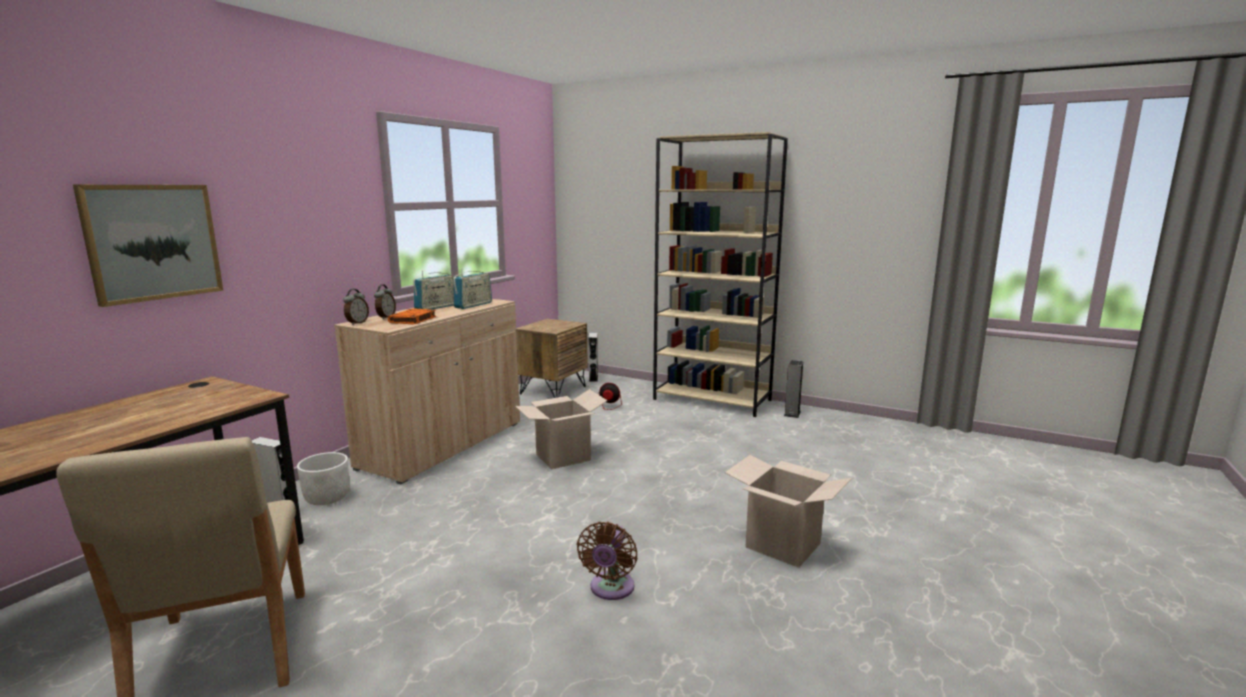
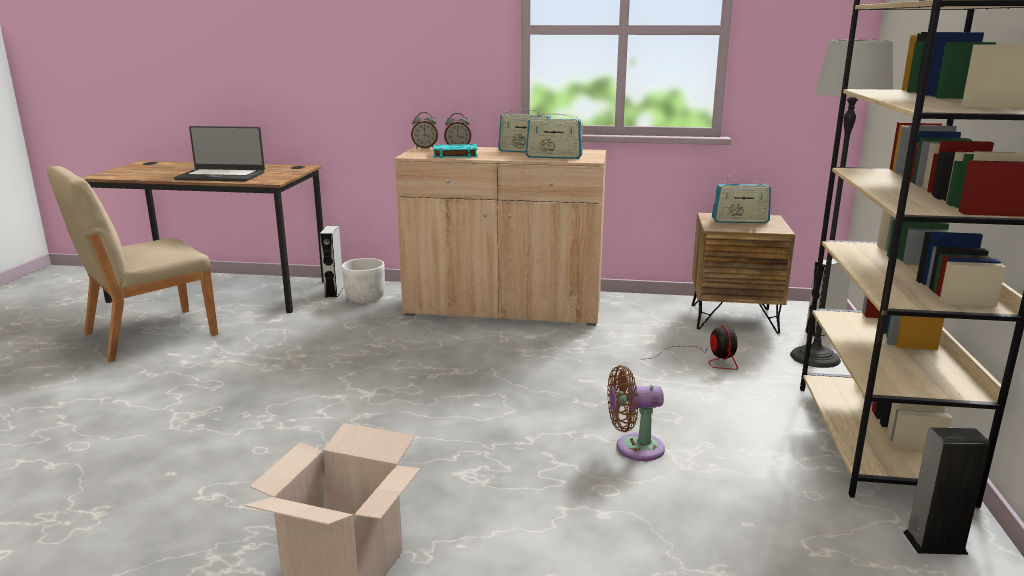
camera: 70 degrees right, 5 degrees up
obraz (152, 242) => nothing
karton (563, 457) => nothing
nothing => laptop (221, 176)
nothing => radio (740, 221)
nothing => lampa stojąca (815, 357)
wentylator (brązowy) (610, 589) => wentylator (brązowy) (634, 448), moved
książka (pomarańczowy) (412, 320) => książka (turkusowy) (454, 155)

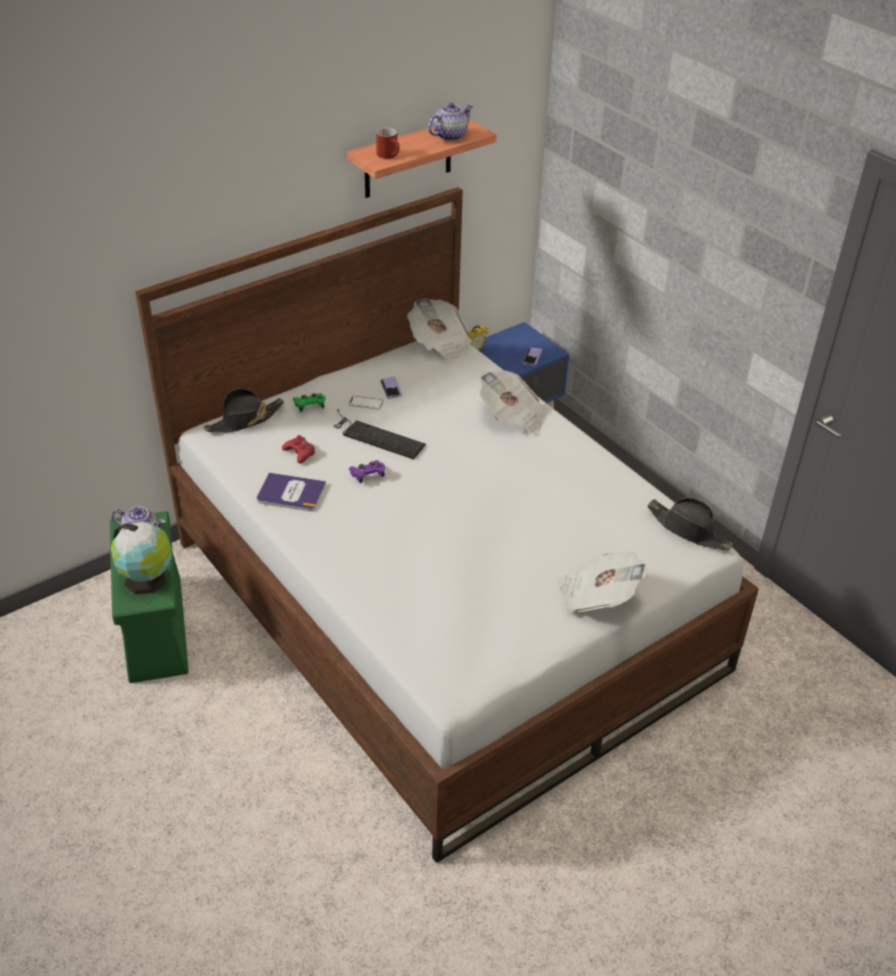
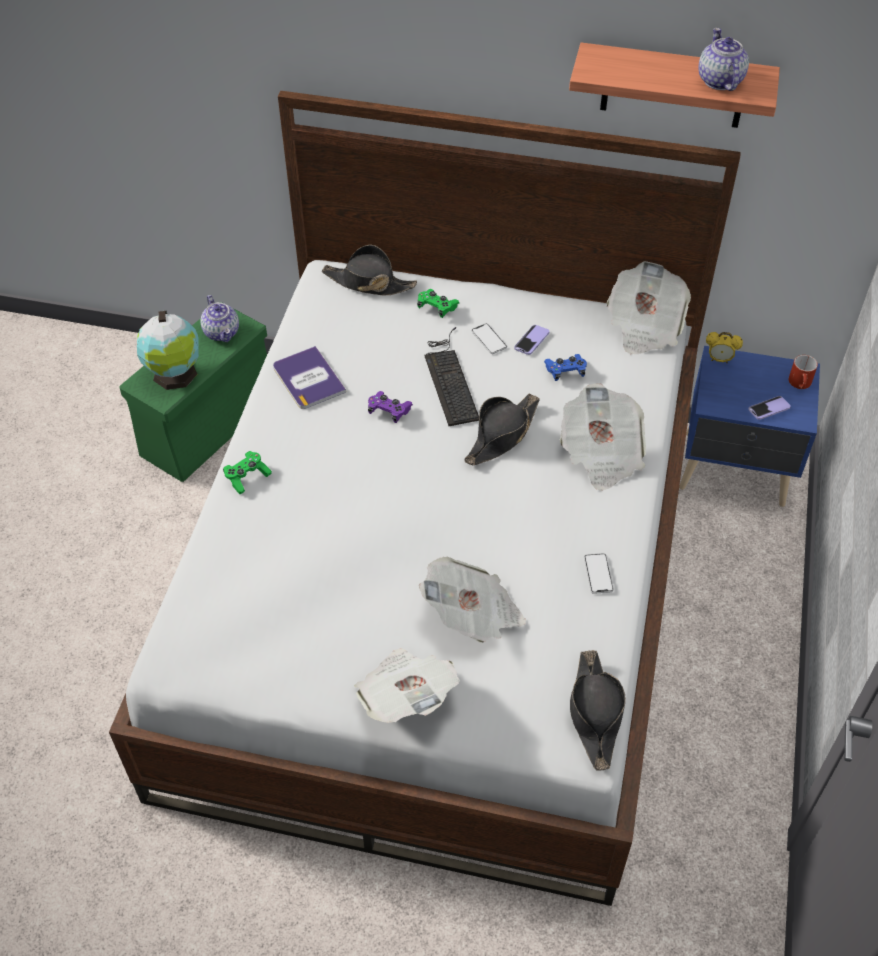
camera: 50 degrees right, 10 degrees up
pad do gier (czerwony) (300, 453) => nothing
nothing => pad do gier (zielony) (247, 477)
nothing => gazeta (473, 615)
nothing => kapelusz (czarny) (502, 435)
nothing => pad do gier (niebieski) (565, 372)
nothing => telefon (598, 574)
kubek (czerwony) (390, 155) => kubek (czerwony) (801, 384), moved
imbryk (450, 135) => imbryk (719, 80), 105 degrees counterclockwise

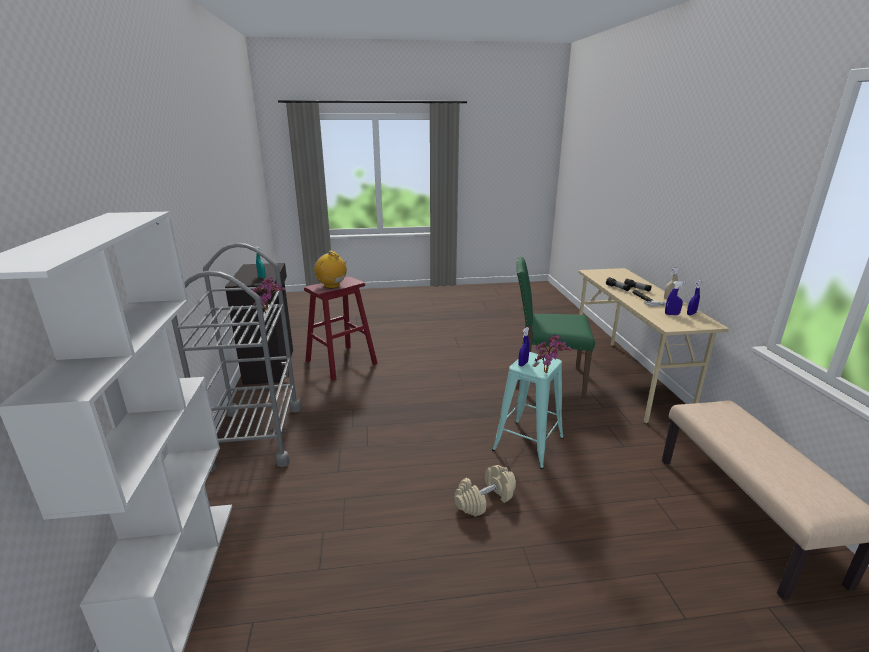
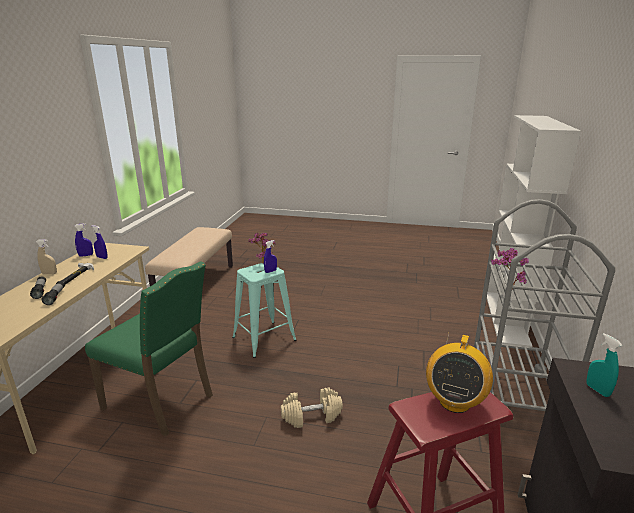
camera: 160 degrees left, 0 degrees up
hantel (beżowy) (485, 499) => hantel (beżowy) (311, 416), moved
radio (332, 286) => radio (454, 402), 60 degrees clockwise

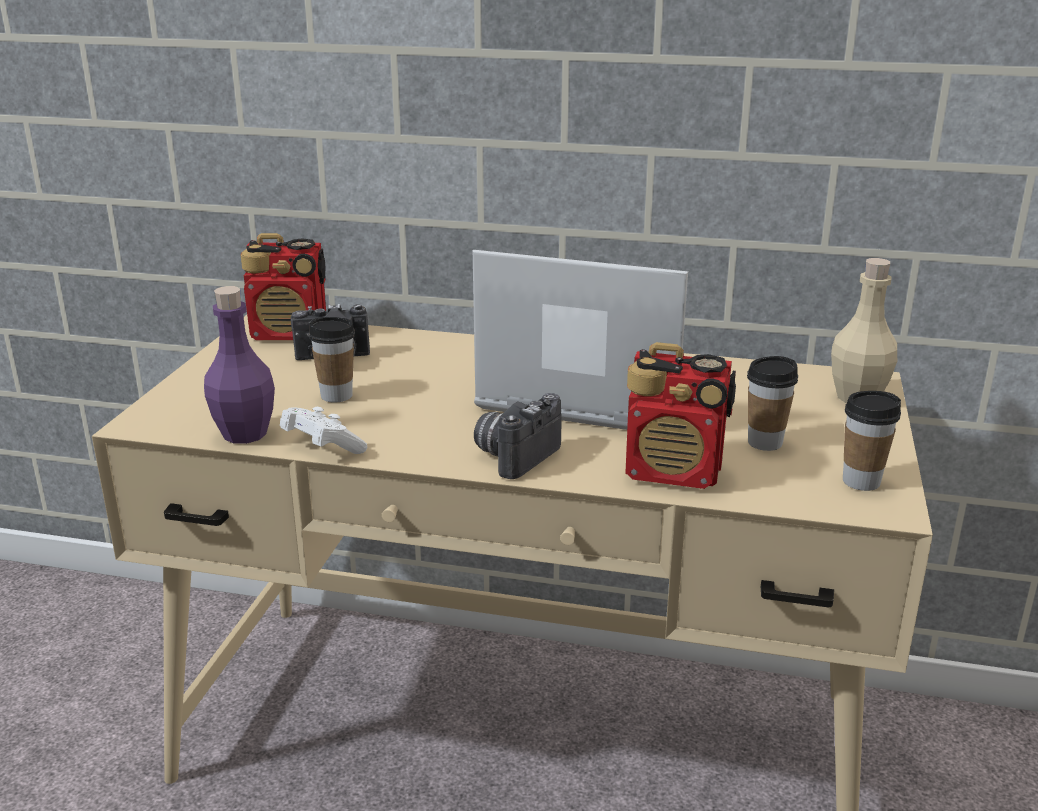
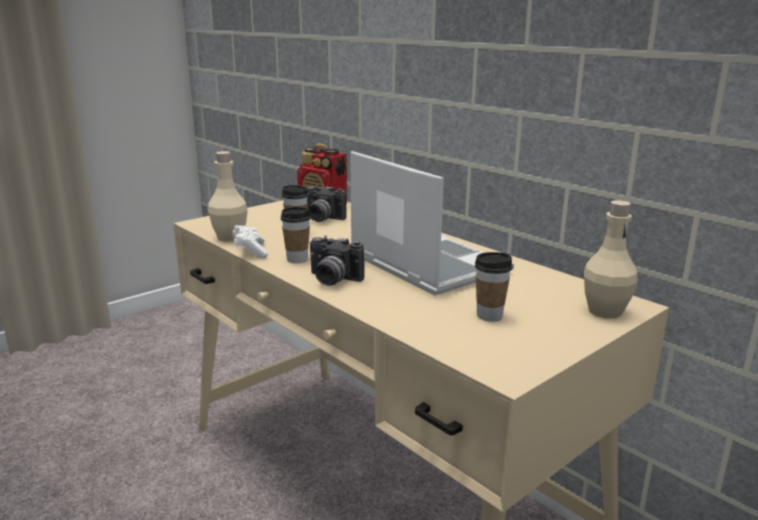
camera: 35 degrees right, 5 degrees down
radio (674, 473) => nothing
filiżanka (861, 481) => filiżanka (297, 259), moved
butelka (fioletowy) (245, 434) => butelka (beżowy) (229, 237)
aparat fotograficzny (515, 455) => aparat fotograficzny (332, 280), 135 degrees counterclockwise

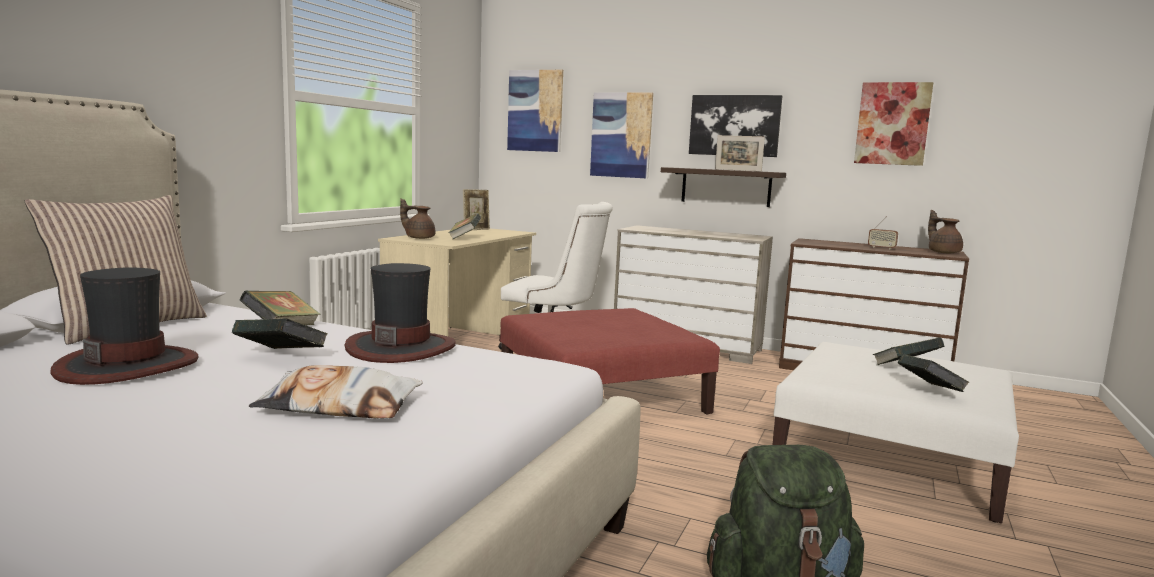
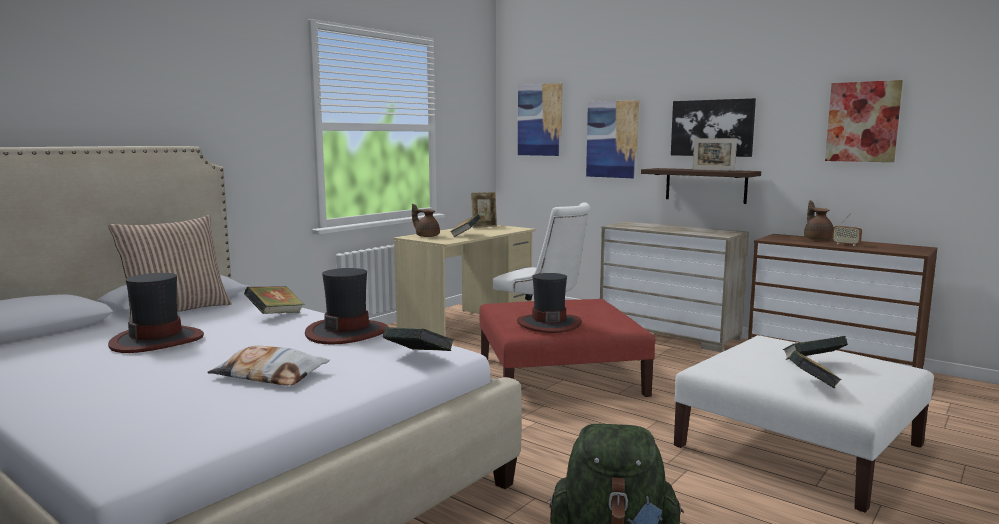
camera: 15 degrees right, 0 degrees up
nothing => kapelusz (548, 324)
książka (281, 358) => książka (418, 358), moved
imbryk (brązowy) (943, 252) => imbryk (brązowy) (817, 239), moved

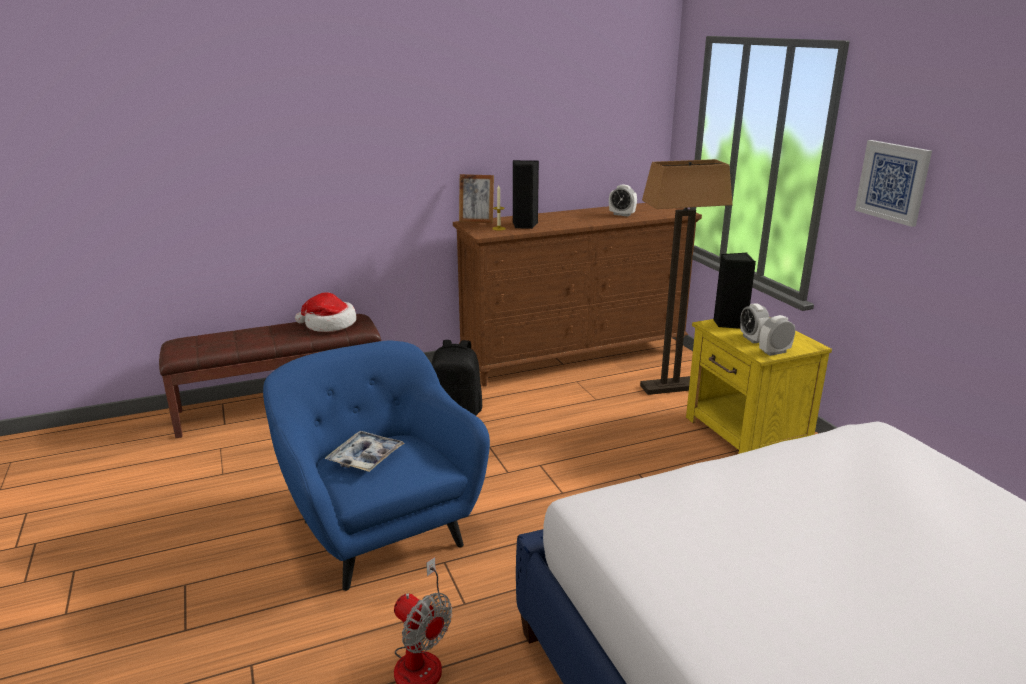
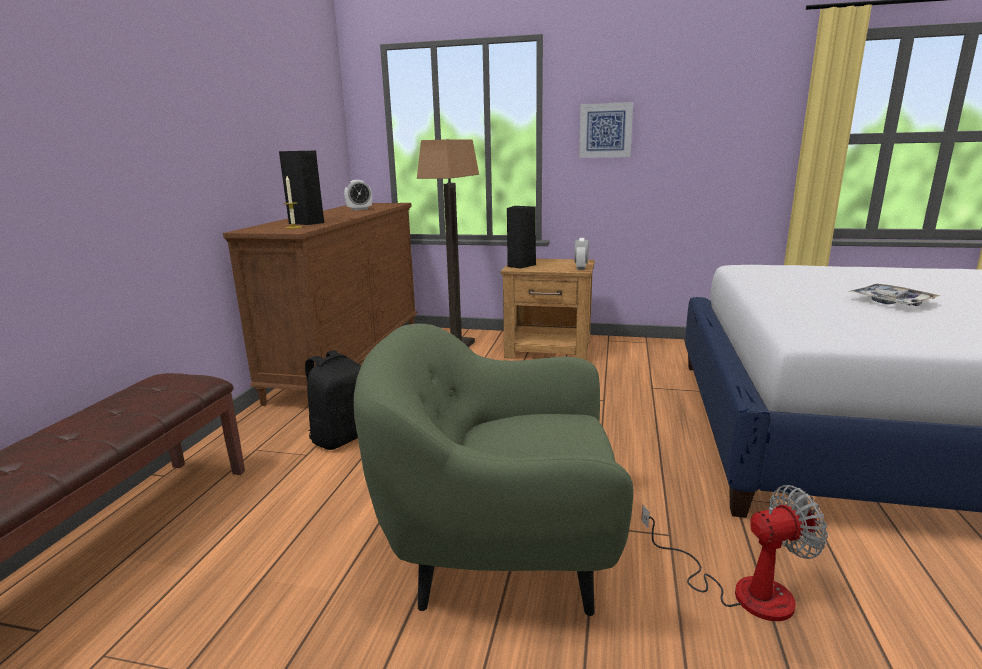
camera: 55 degrees left, 5 degrees down
kapelusz (329, 325) => nothing
ramka na zdjęcie (476, 221) => nothing
budzik (752, 339) => nothing
taca (365, 457) => taca (891, 302), moved
fotel (niebieski) (380, 529) => fotel (zielony) (499, 551)
szafka nocna (żółty) (746, 433) => szafka nocna (brązowy) (549, 349)

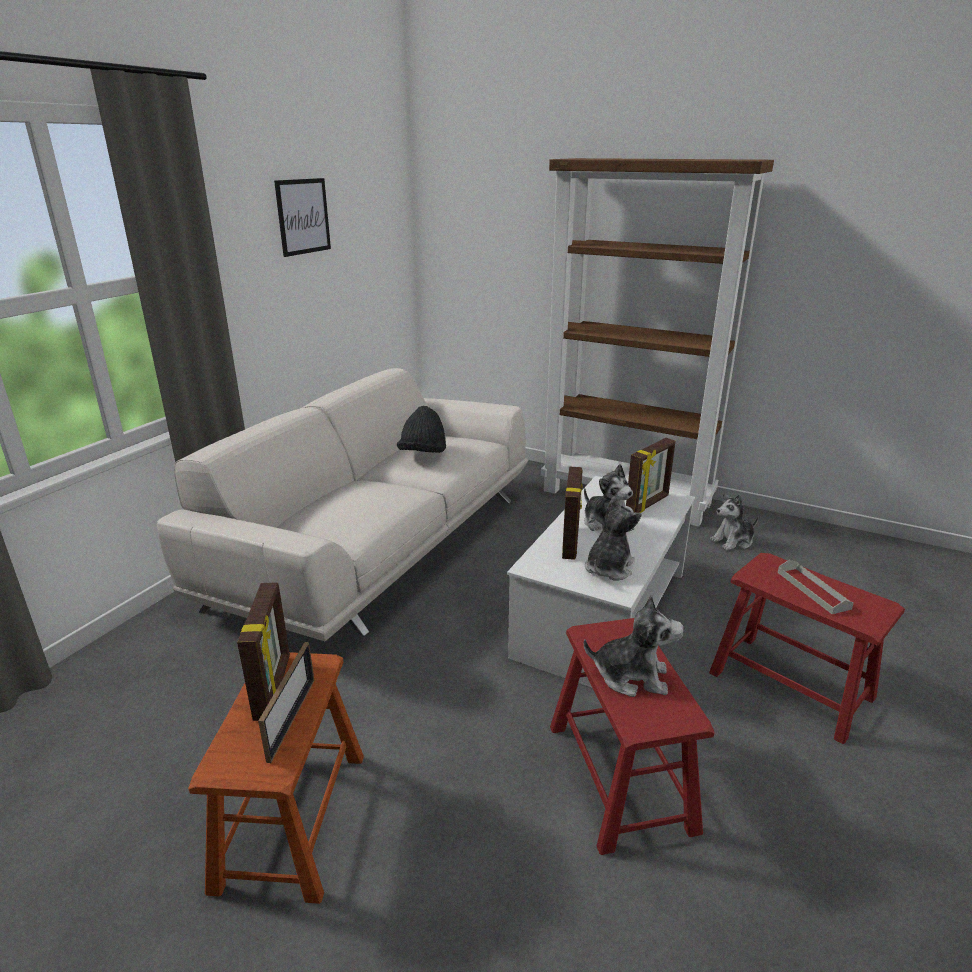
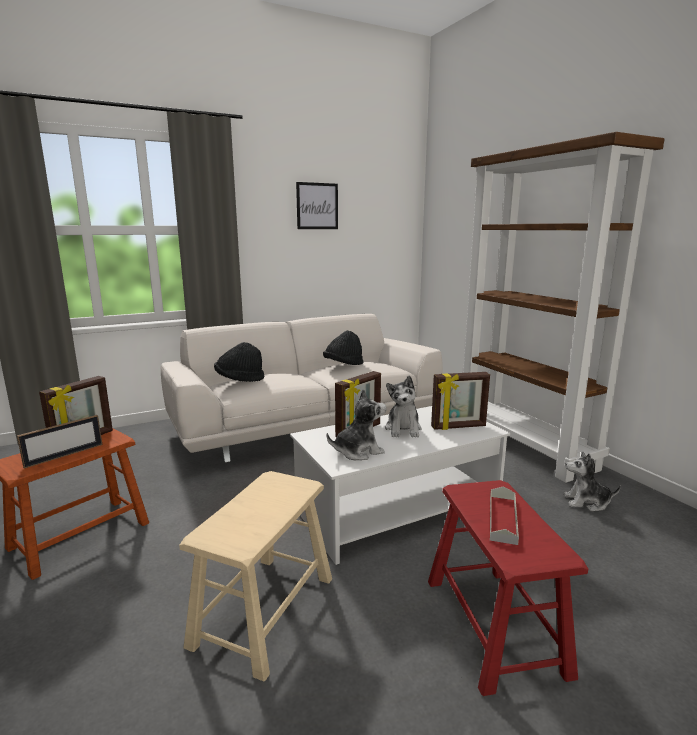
camera: 35 degrees right, 10 degrees down
pluszak (631, 676) => nothing
nothing => kapelusz (czarny) (239, 380)
stołek (czerwony) (620, 776) => stołek (beżowy) (264, 610)

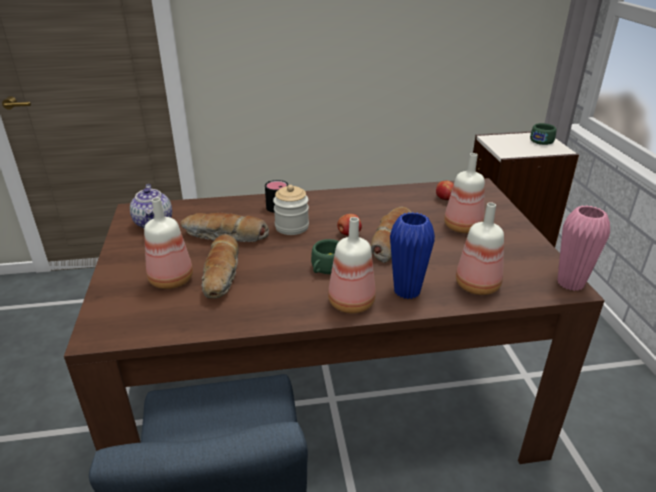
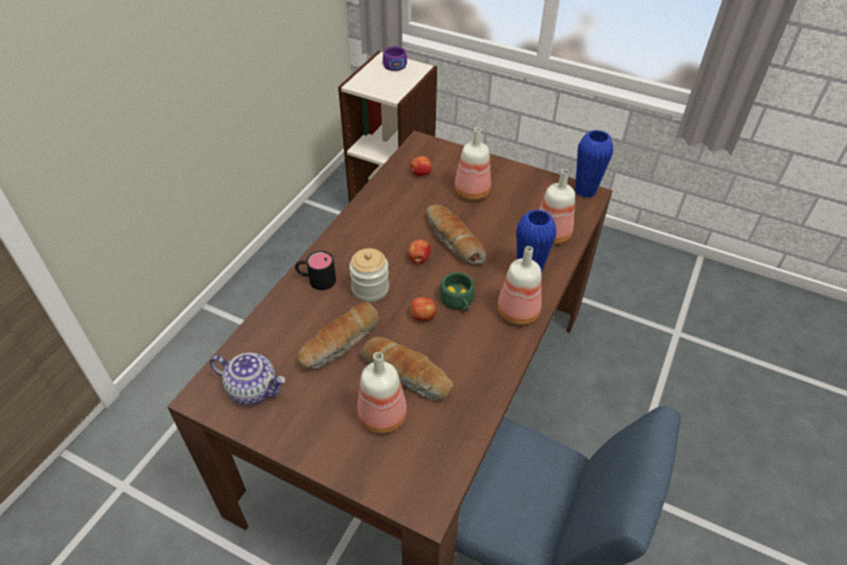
camera: 55 degrees left, 15 degrees up
nothing => jabłko (423, 316)
filiżanka (zielony) (543, 140) => filiżanka (fioletowy) (394, 64)
wazon (różowy) (570, 283) => wazon (niebieski) (585, 191)

